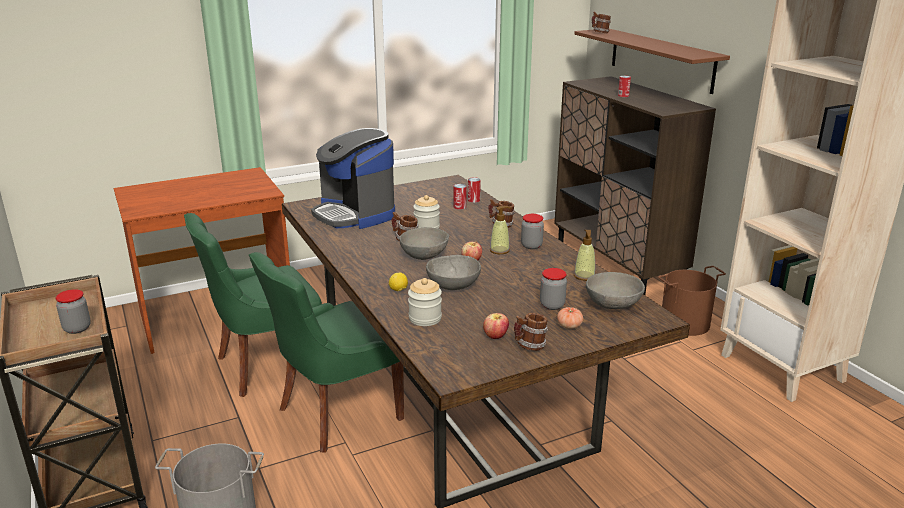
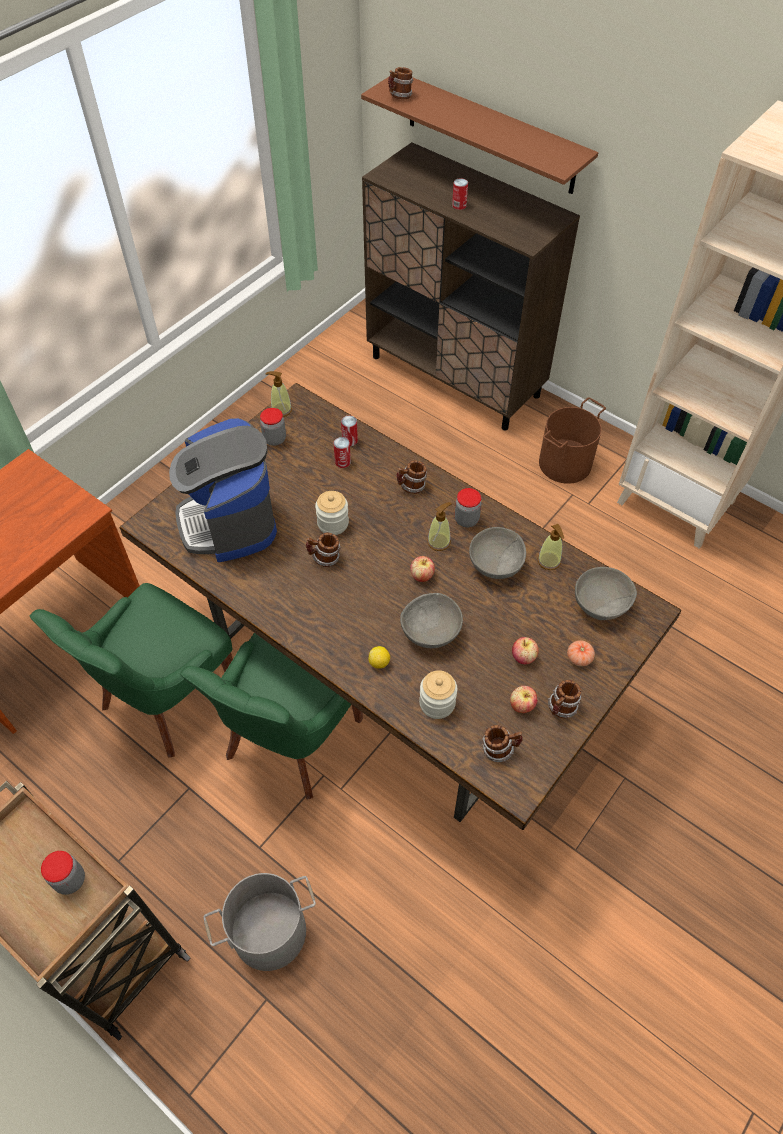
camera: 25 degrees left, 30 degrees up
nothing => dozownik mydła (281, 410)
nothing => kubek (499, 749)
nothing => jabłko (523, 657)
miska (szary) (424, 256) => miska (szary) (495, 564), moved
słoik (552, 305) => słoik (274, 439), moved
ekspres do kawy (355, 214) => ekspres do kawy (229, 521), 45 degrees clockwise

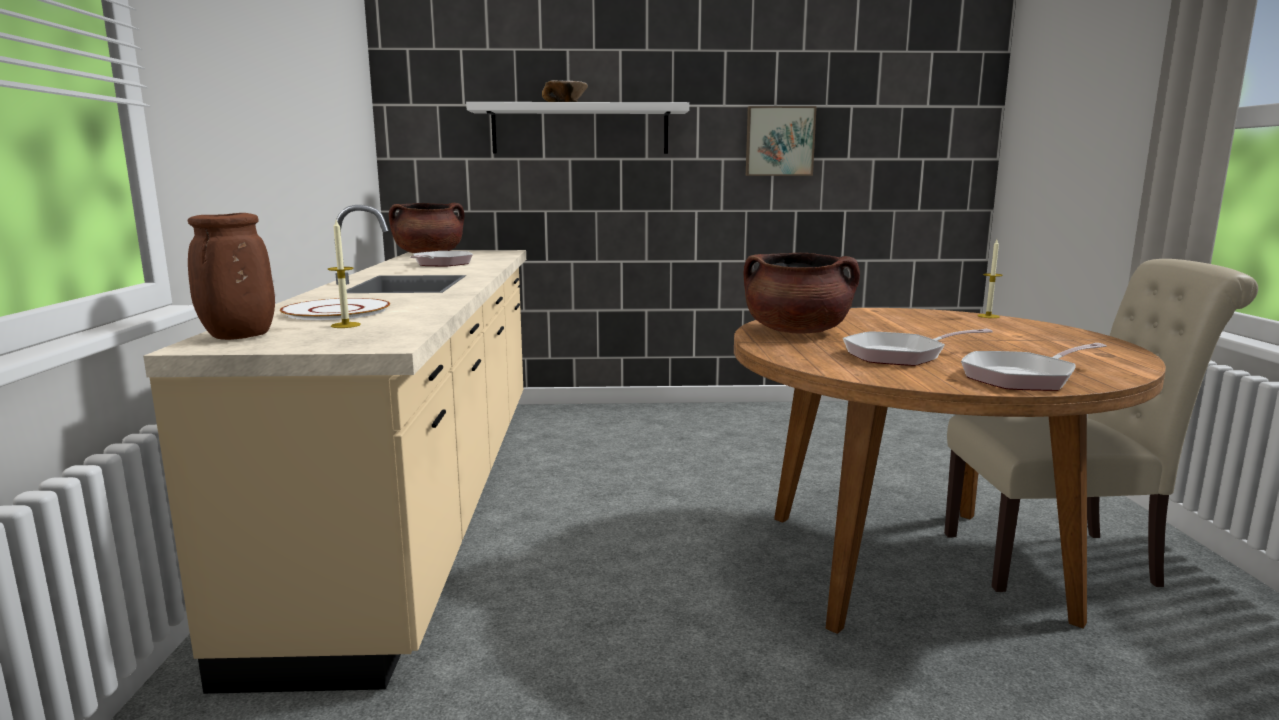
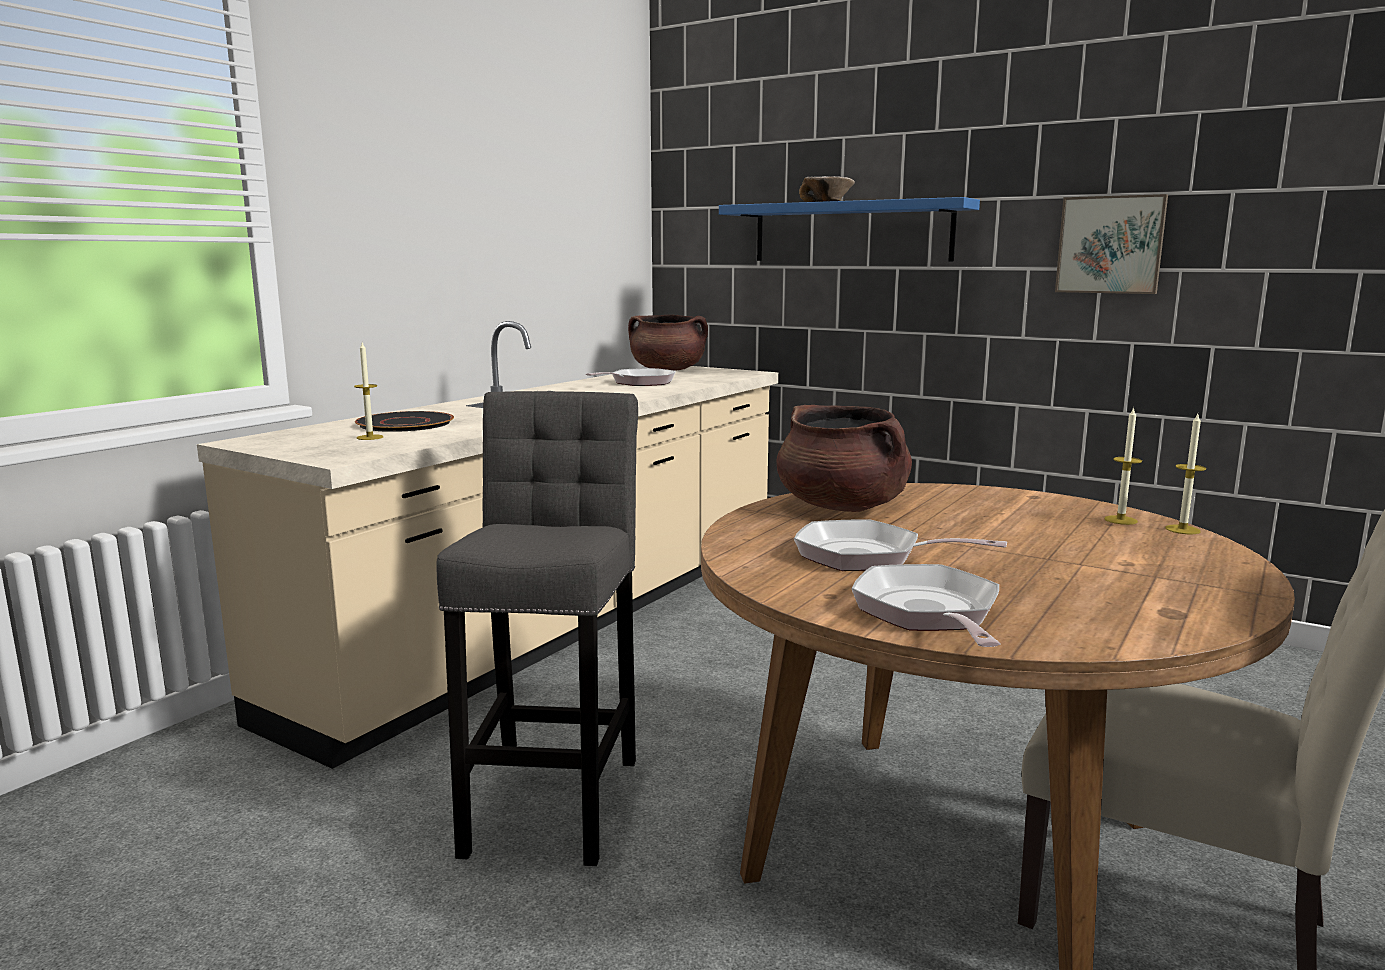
camera: 35 degrees right, 0 degrees up
wazon (brązowy) (238, 337) => nothing
nothing => stołek (szary) (554, 797)
nothing => świeca (1120, 520)
talerz (biały) (335, 311) => talerz (czarny) (404, 423)
półka (biały) (580, 129) => półka (niebieski) (851, 232)
patelnia (1023, 378) => patelnia (928, 614), 75 degrees clockwise

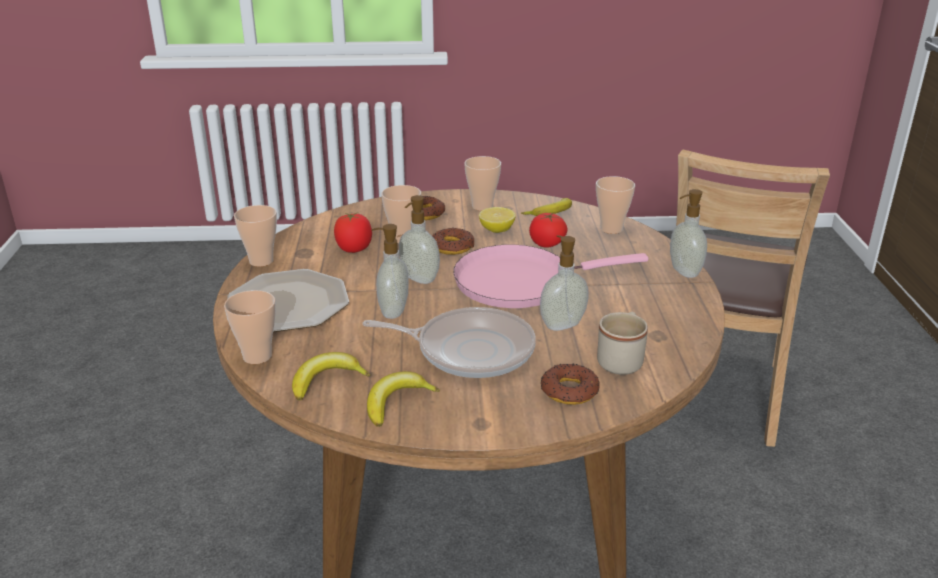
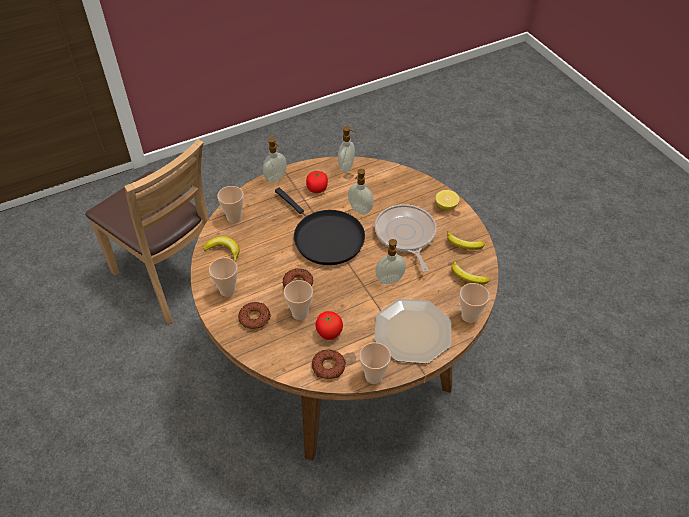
camera: 115 degrees left, 20 degrees up
kubek (beżowy) (621, 360) => nothing
dozownik mydła (418, 279) => dozownik mydła (347, 167), moved
cytryna (496, 230) => cytryna (446, 206), moved
pomidor (547, 244) => pomidor (317, 188), moved
donut (569, 390) => donut (328, 367), moved
patelnia (różowy) (521, 282) => patelnia (czarny) (325, 238)
krzesło (brązowy) (717, 392) => krzesło (brązowy) (170, 276), 45 degrees clockwise

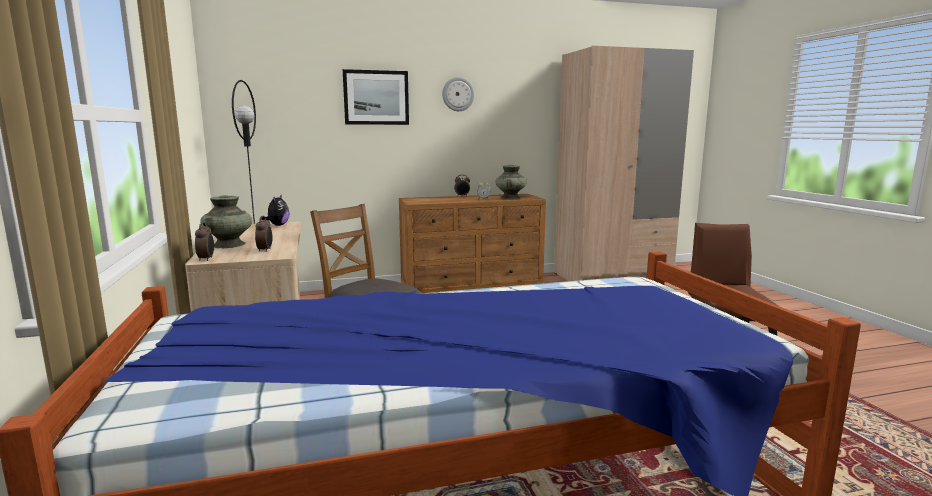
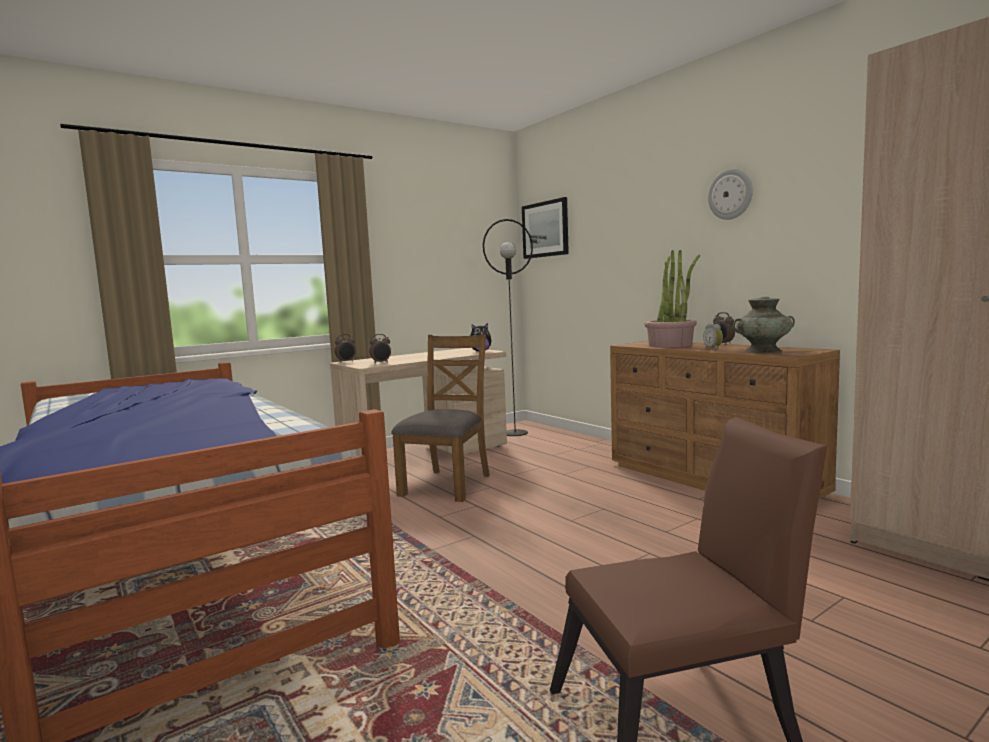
camera: 70 degrees right, 5 degrees down
wazon (turkusowy) (228, 245) => nothing
nothing => roślina doniczkowa (670, 345)
obraz (376, 97) => obraz (545, 229), moved

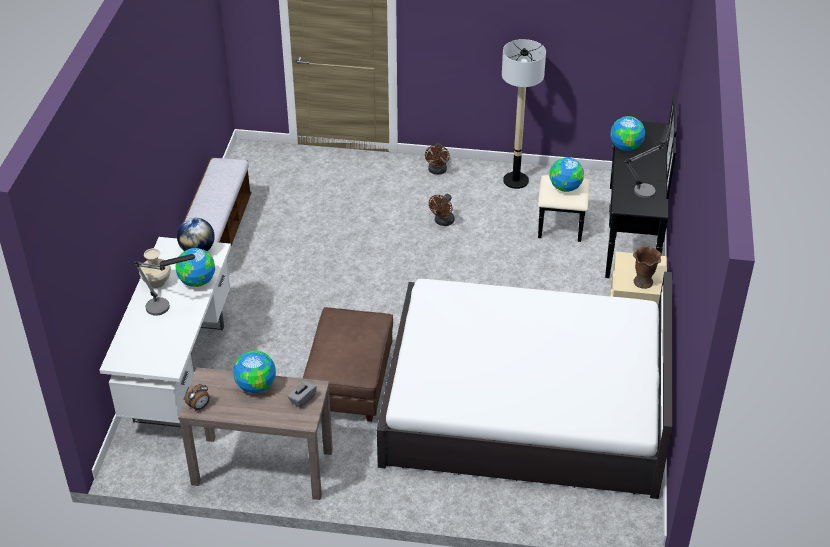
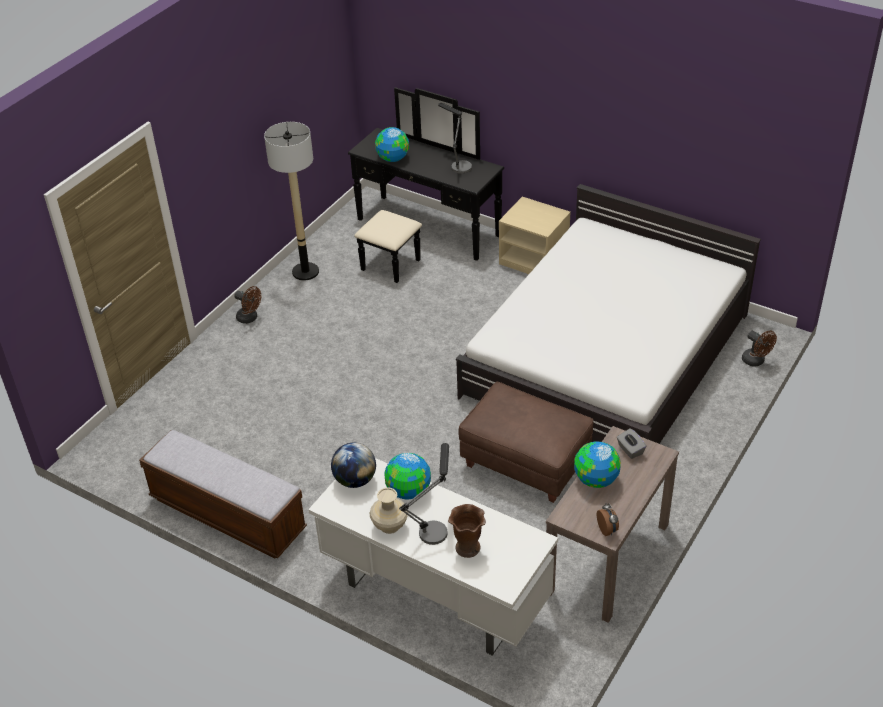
camera: 65 degrees left, 0 degrees up
globus (565, 187) => nothing
wentylator (brązowy) (443, 222) => wentylator (brązowy) (756, 361), moved
wazon (brązowy) (643, 282) => wazon (brązowy) (468, 547), moved

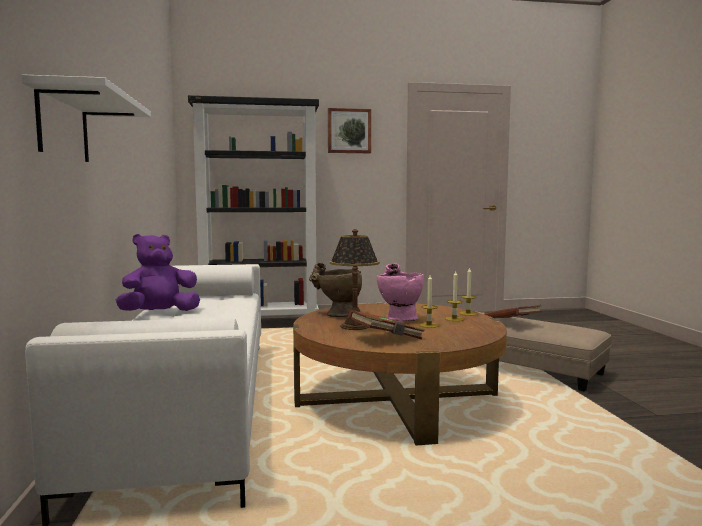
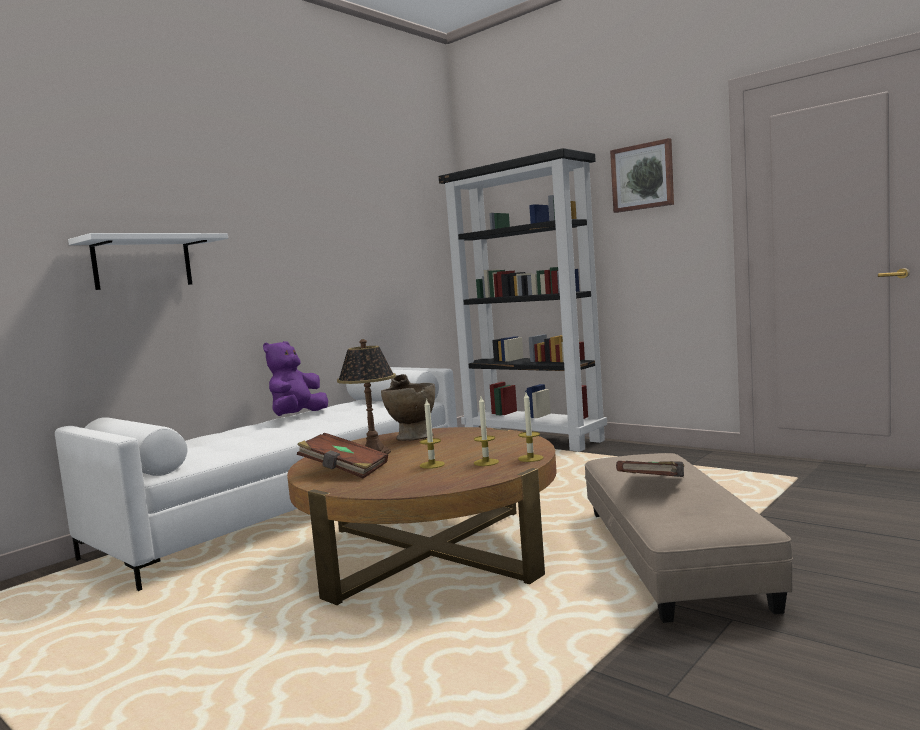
camera: 50 degrees right, 0 degrees up
wazon (różowy) (398, 318) => nothing
pluszak (fioletowy) (159, 313) => pluszak (fioletowy) (297, 416), 75 degrees counterclockwise

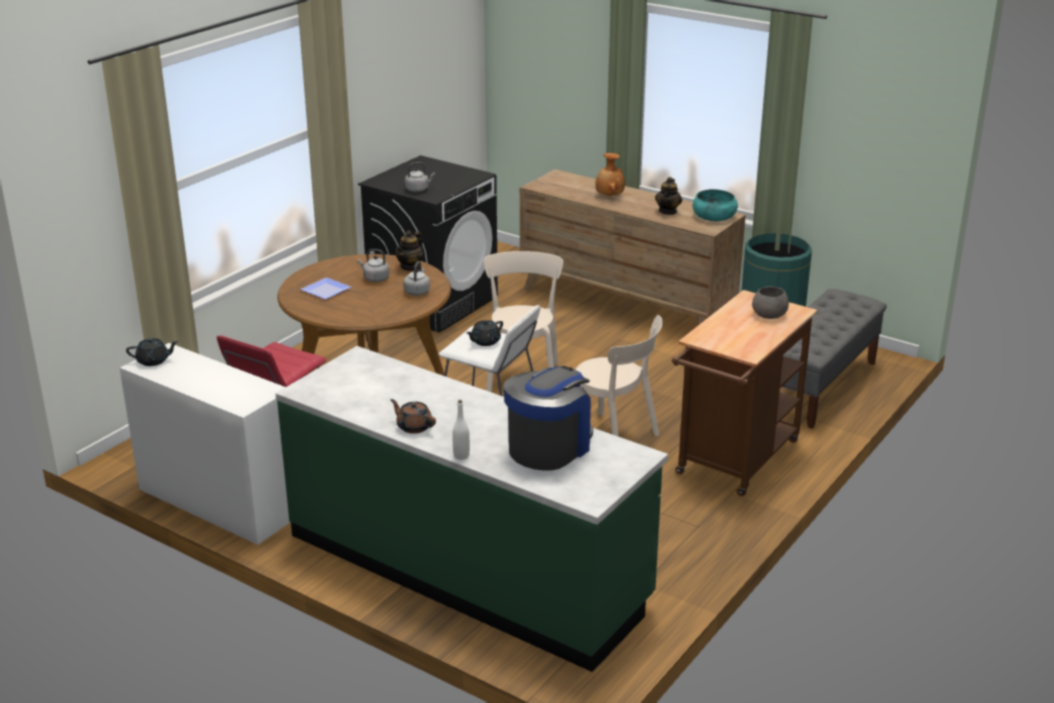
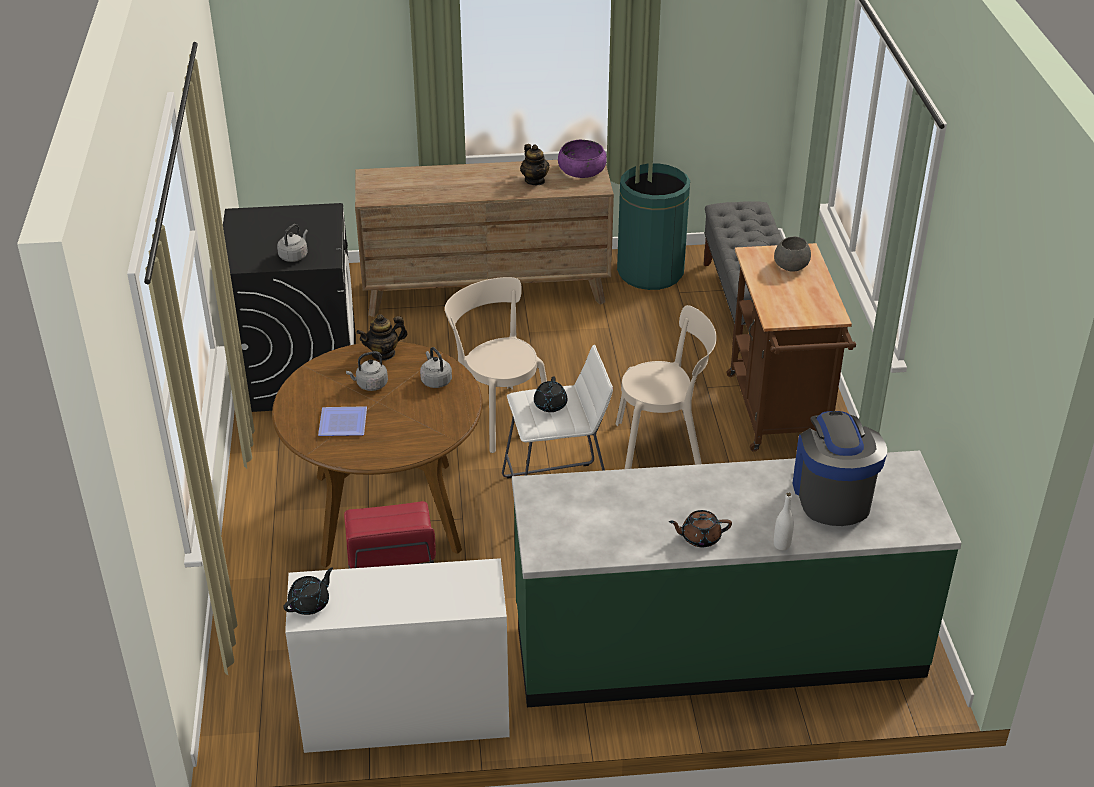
camera: 40 degrees left, 10 degrees up
wazon (brązowy) (609, 196) => nothing
miska (turkusowy) (714, 216) => miska (fioletowy) (581, 170)
imbryk (410, 267) => imbryk (383, 353), 75 degrees clockwise

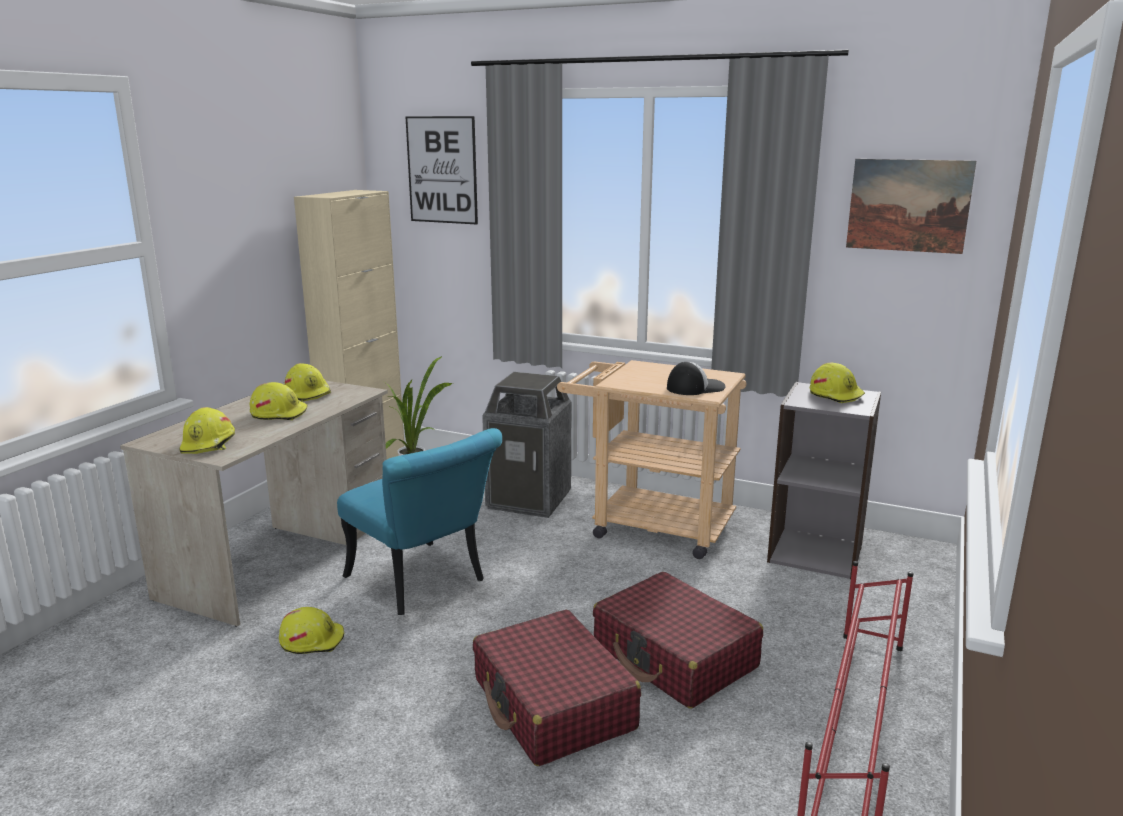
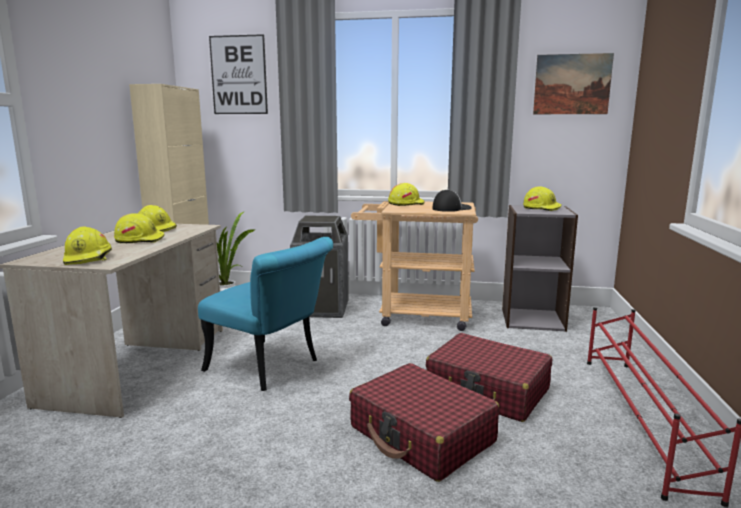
camera: 15 degrees left, 5 degrees down
kask (żółty) (312, 640) => kask (żółty) (406, 203), moved

